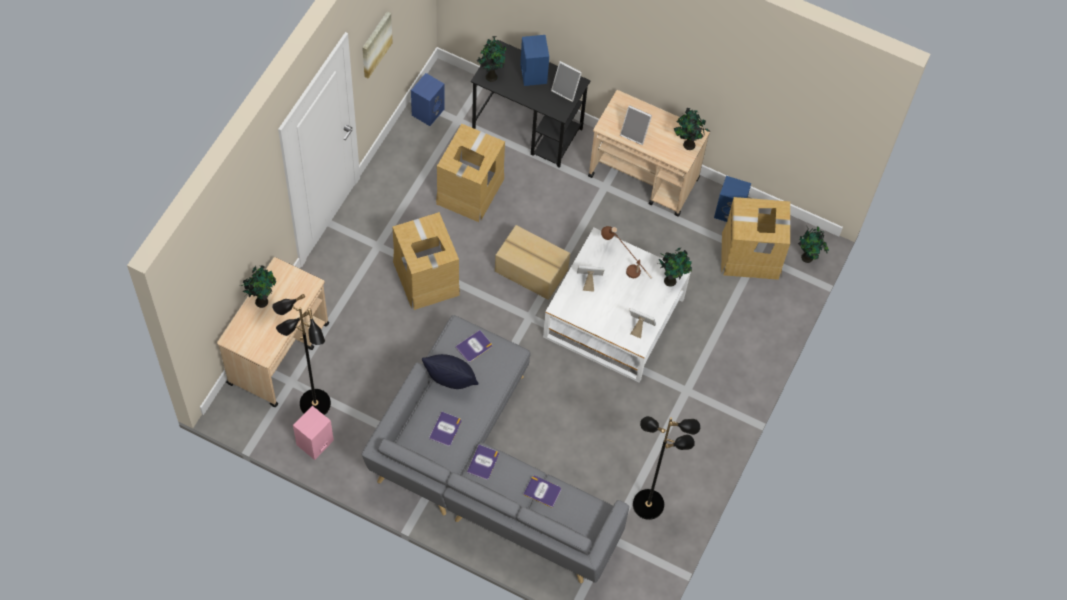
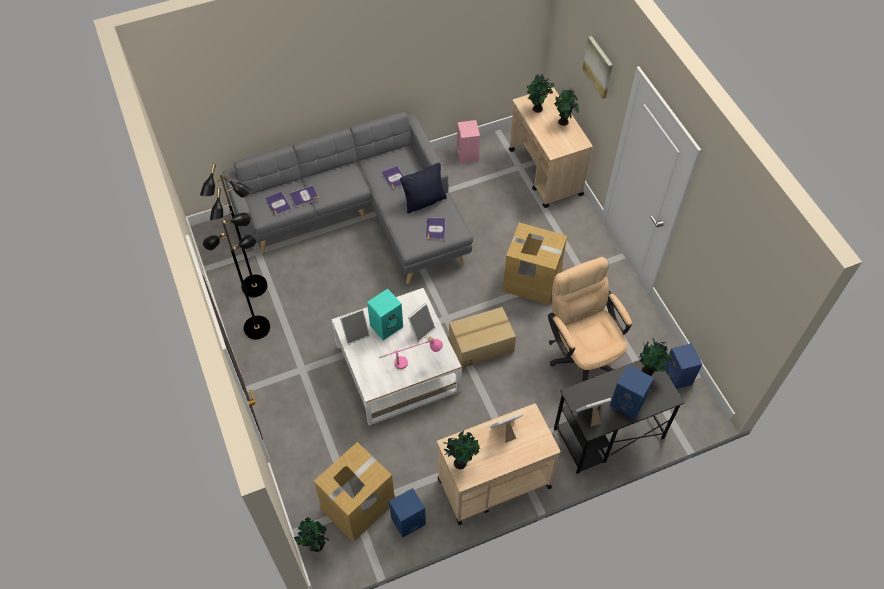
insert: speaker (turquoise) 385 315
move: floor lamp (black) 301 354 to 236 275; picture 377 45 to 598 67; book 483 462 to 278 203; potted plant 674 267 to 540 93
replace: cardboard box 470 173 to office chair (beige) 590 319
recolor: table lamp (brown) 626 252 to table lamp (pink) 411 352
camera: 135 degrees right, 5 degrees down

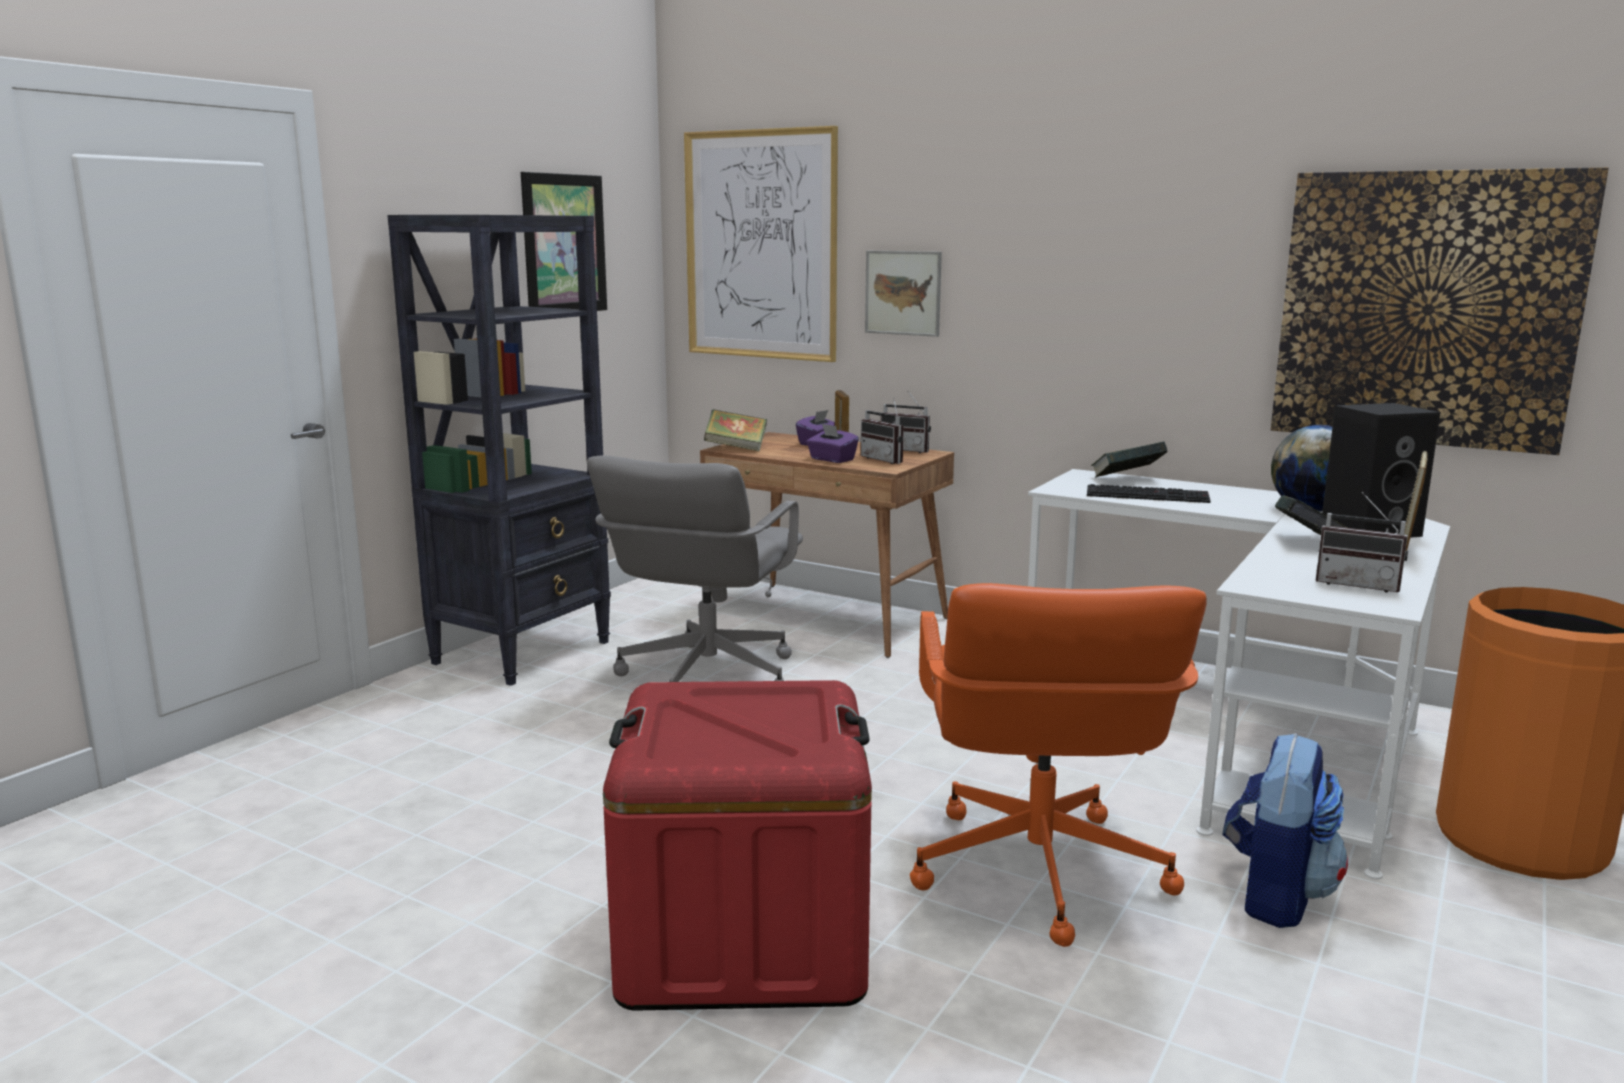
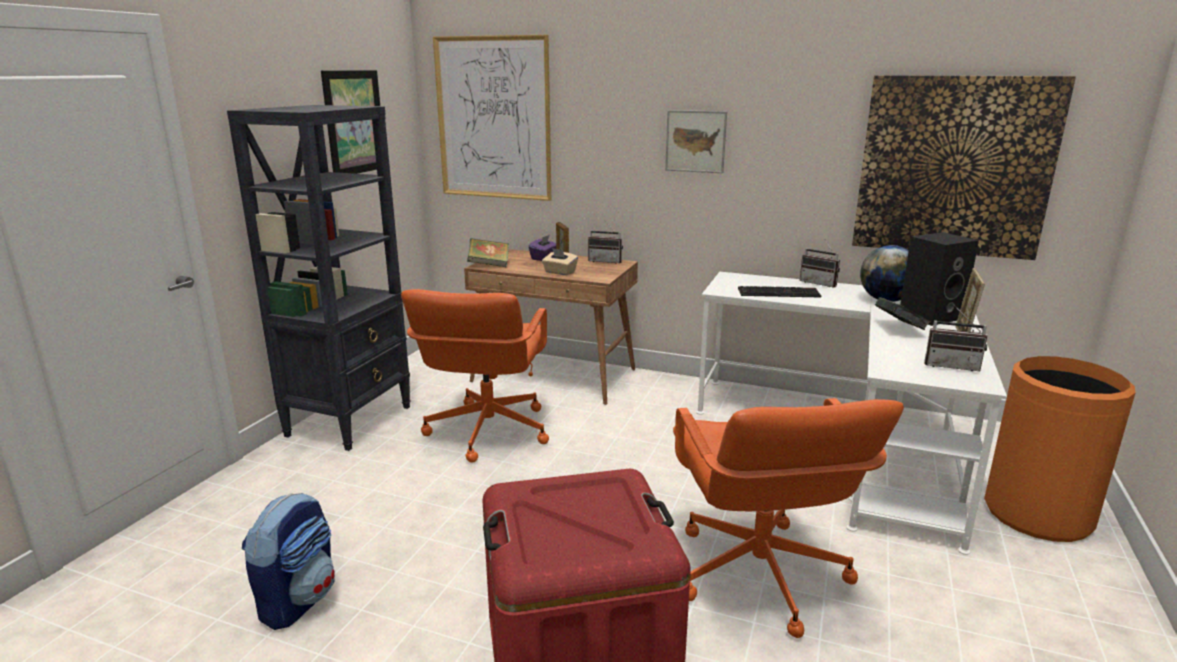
delete: book 1129 459
move: radio 882 431 to 820 263; picture 903 294 to 696 141; backpack 1285 830 to 288 561
recolor: office chair (grey) 695 568 to office chair (orange) 475 375; tissue box (purple) 832 443 to tissue box (beige) 560 262
camera: 10 degrees left, 5 degrees up

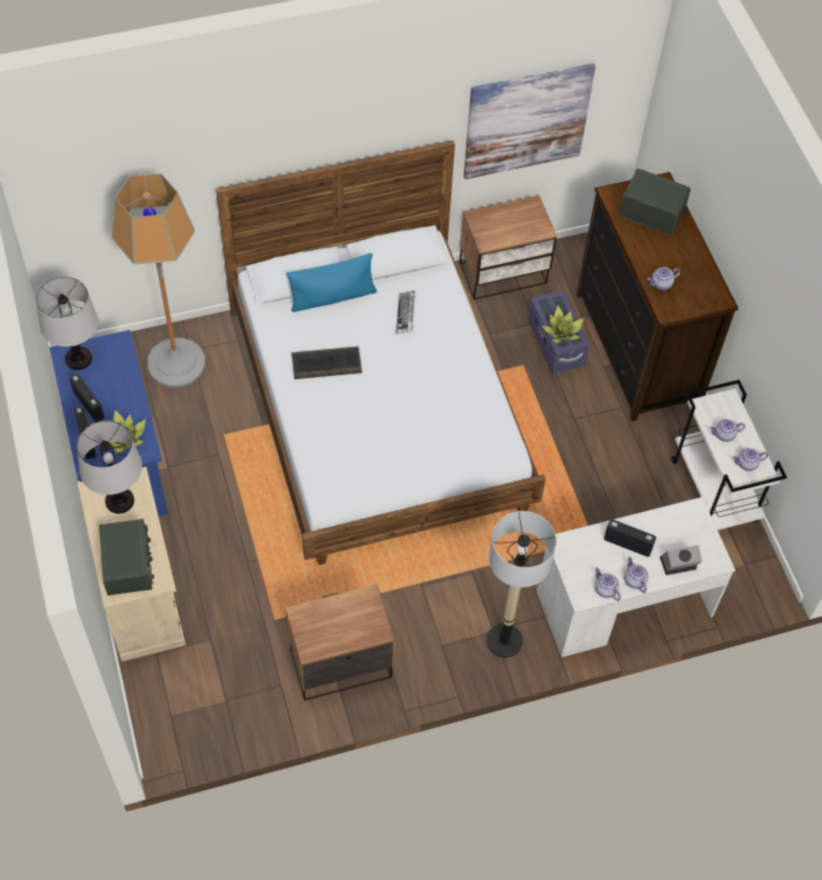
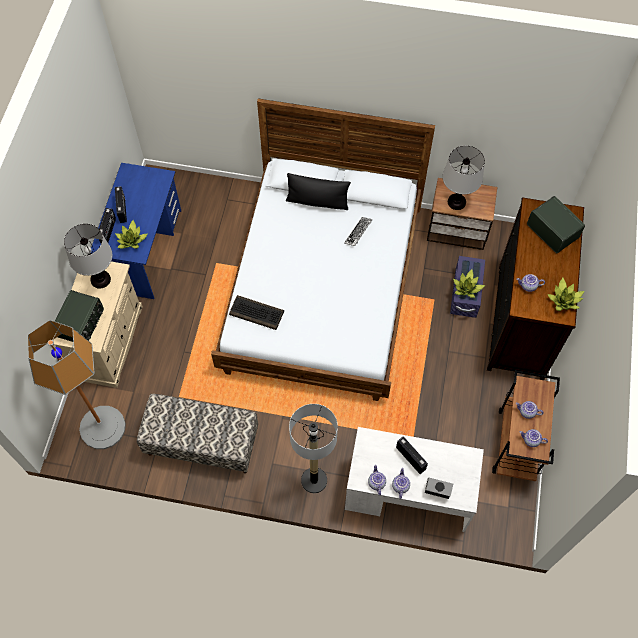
delete: picture 530 121
insert: potted plant 565 294
move: table lamp 67 323 to 464 178; floor lamp 158 280 to 76 384; keyboard 327 362 to 256 312
replace: nightstand 340 642 to bench 197 433
recolor: pillow (blue) 331 282 to pillow (black) 318 191; cart (white) 729 455 to cart (brown) 526 425
camera: 30 degrees right, 5 degrees up

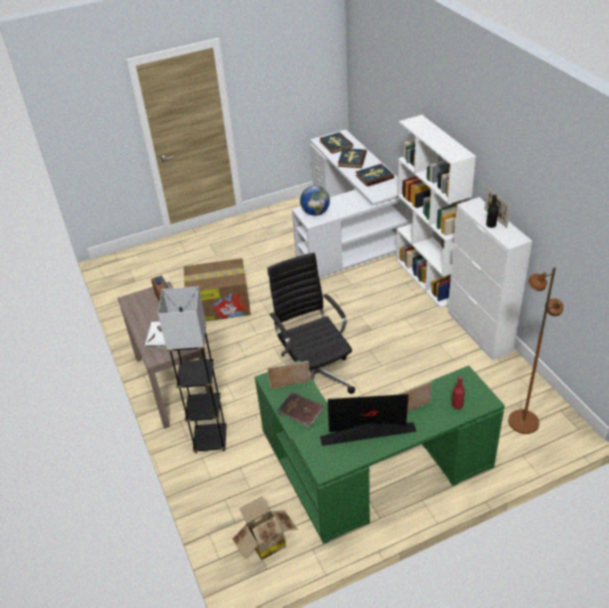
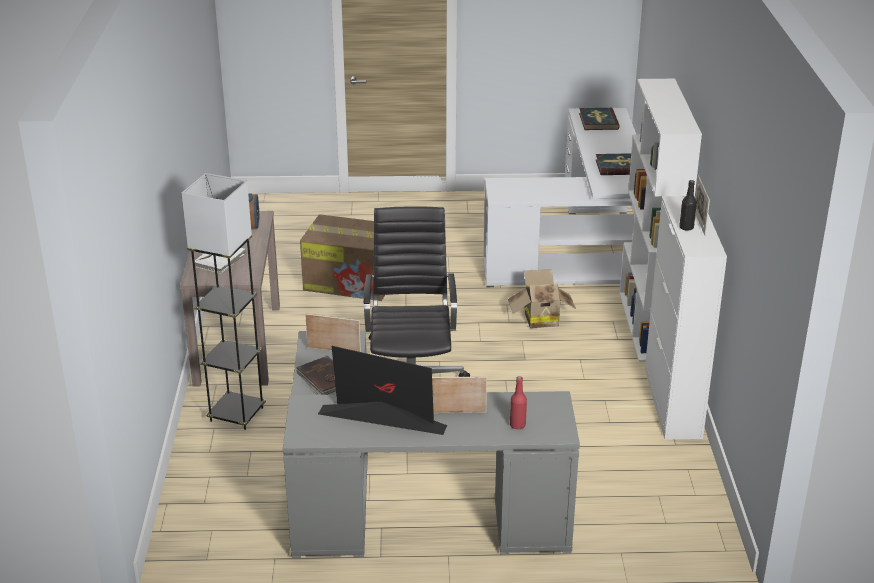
delete: globe 315 201; book 352 158; floor lamp (brown) 536 350
move: cardboard box 265 528 to 542 298
recolor: desk (green) 380 452 to desk (grey) 431 444
camera: 20 degrees right, 10 degrees down

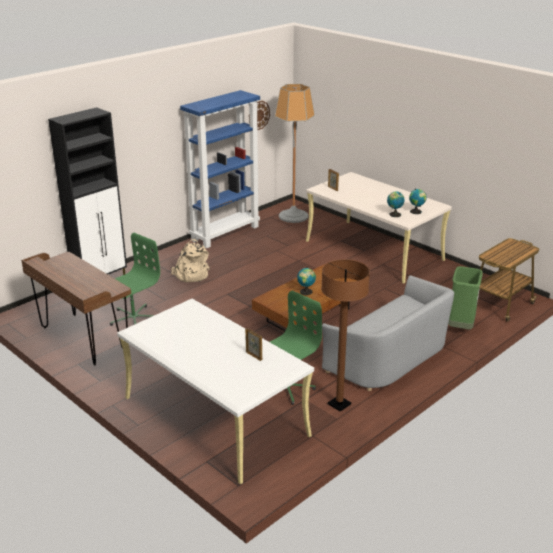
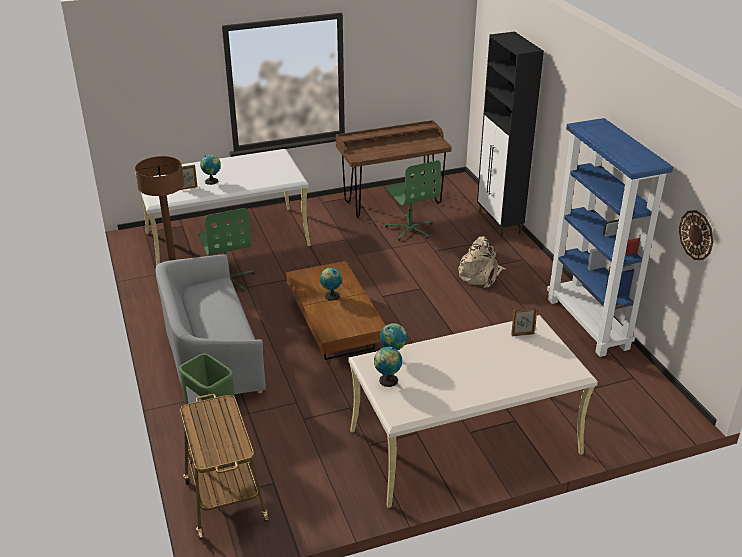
delete: floor lamp 295 153
insert: globe 210 170
camera: 115 degrees right, 5 degrees up

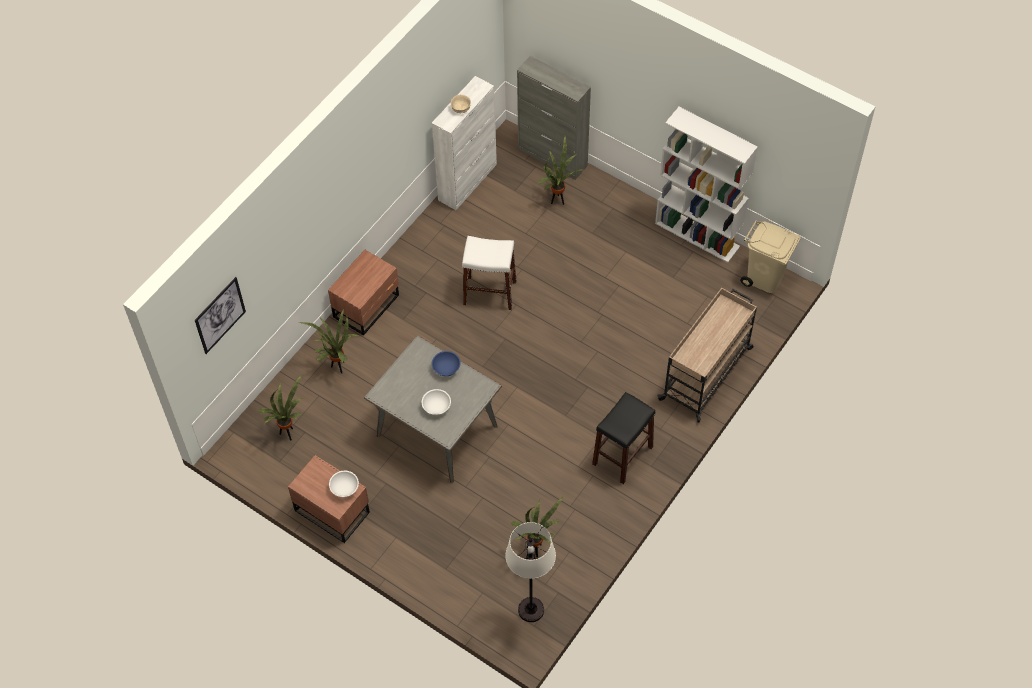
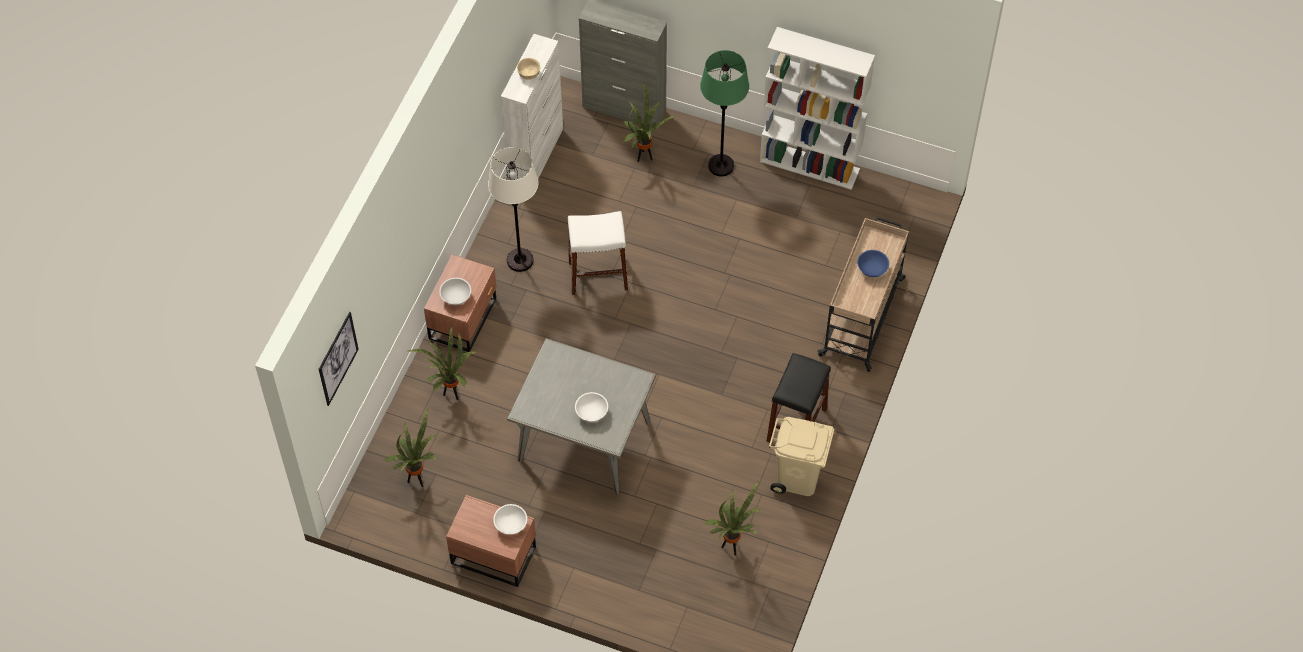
insert: bowl (white) 455 291; floor lamp (green) 724 113
move: bowl (blue) 446 363 to 873 263; floor lamp (white) 530 572 to 513 209; trash can (beige) 770 257 to 801 456
camera: 15 degrees left, 0 degrees up

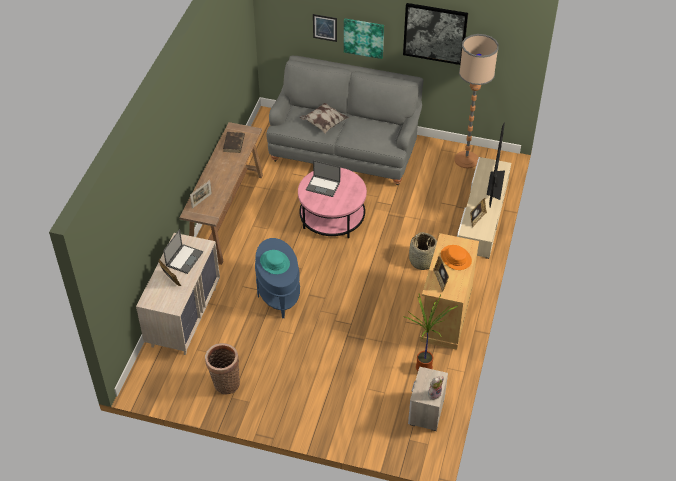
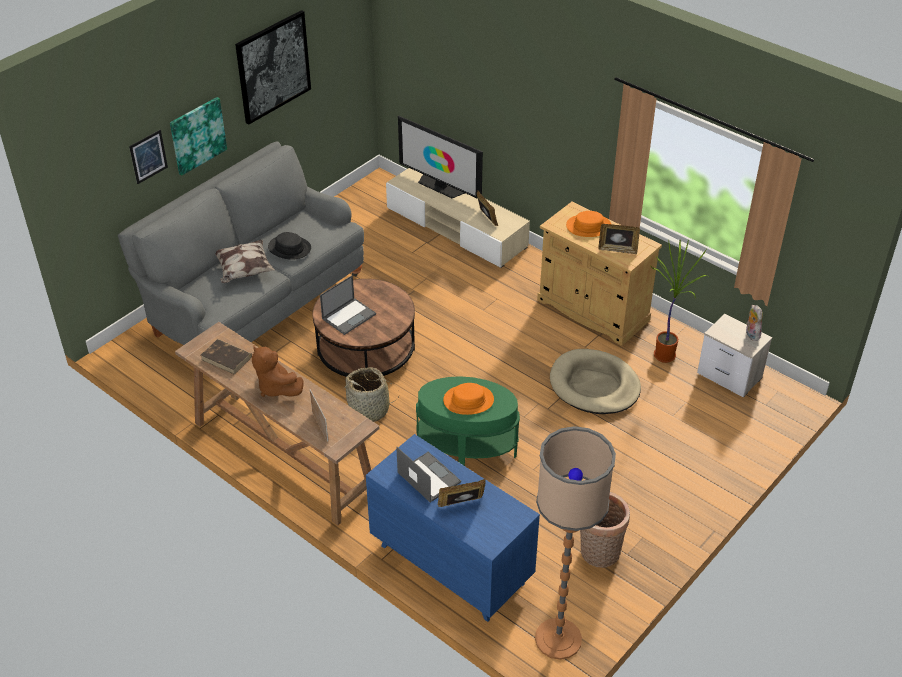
insert: plush toy (brown) 278 371; hat (black) 289 246; dog bed (beige) 595 381
move: basket 423 251 to 371 394; floor lamp 476 101 to 575 543
recolor: dresser (beige) 178 294 to dresser (blue) 453 528; side table (blue) 277 278 to side table (green) 468 421; hat (turquoise) 275 262 to hat (orange) 468 399; coffee table (pink) 332 203 to coffee table (brown) 363 328
camera: 65 degrees left, 5 degrees down

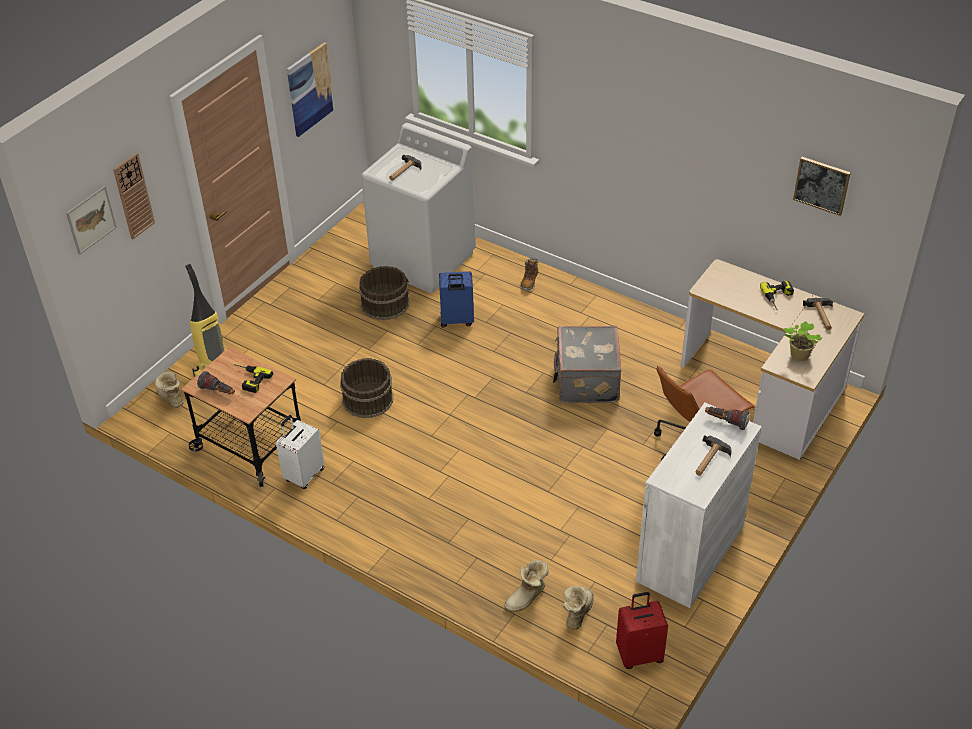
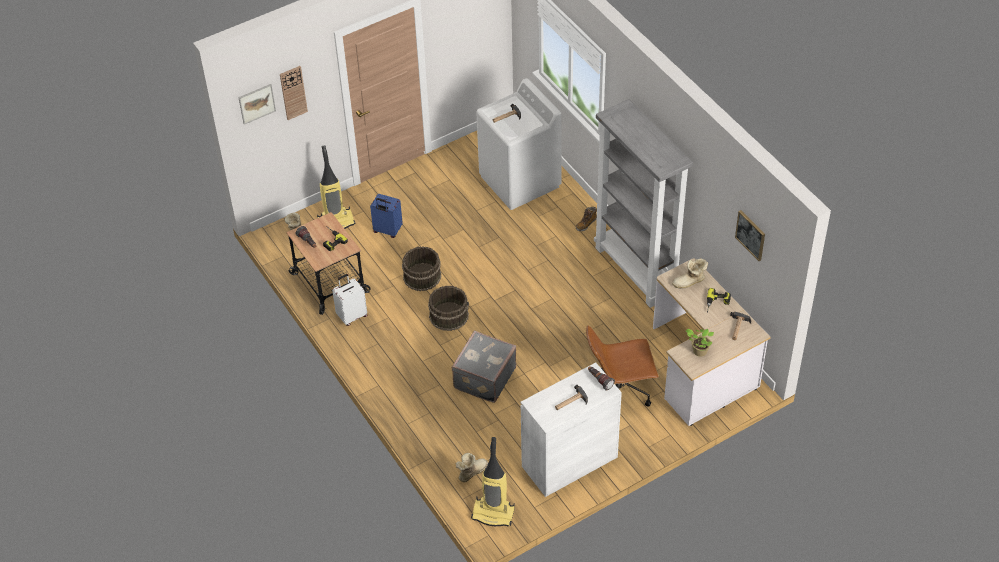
delete: picture 310 89
insert: bookcase (grey) 643 203
move: bucket (brown) 384 293 to 448 308; suitcase (blue) 456 299 to 386 216; boot 526 586 to 690 273; suitcase (grey) 587 364 to 484 367
replace: suitcase (red) 642 630 to vacuum cleaner 493 482
camera: 25 degrees right, 5 degrees up

